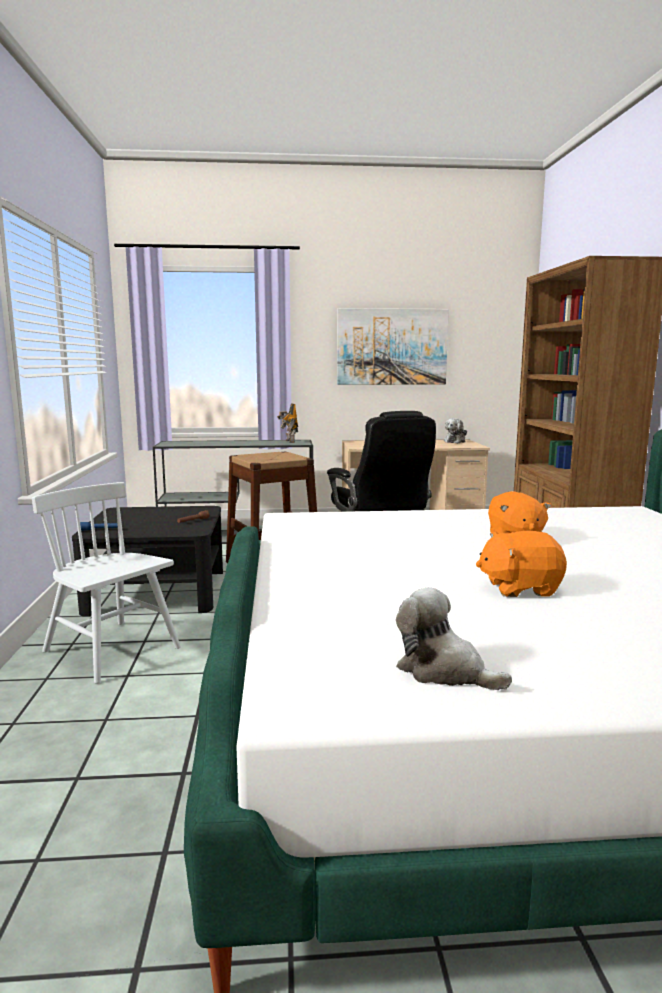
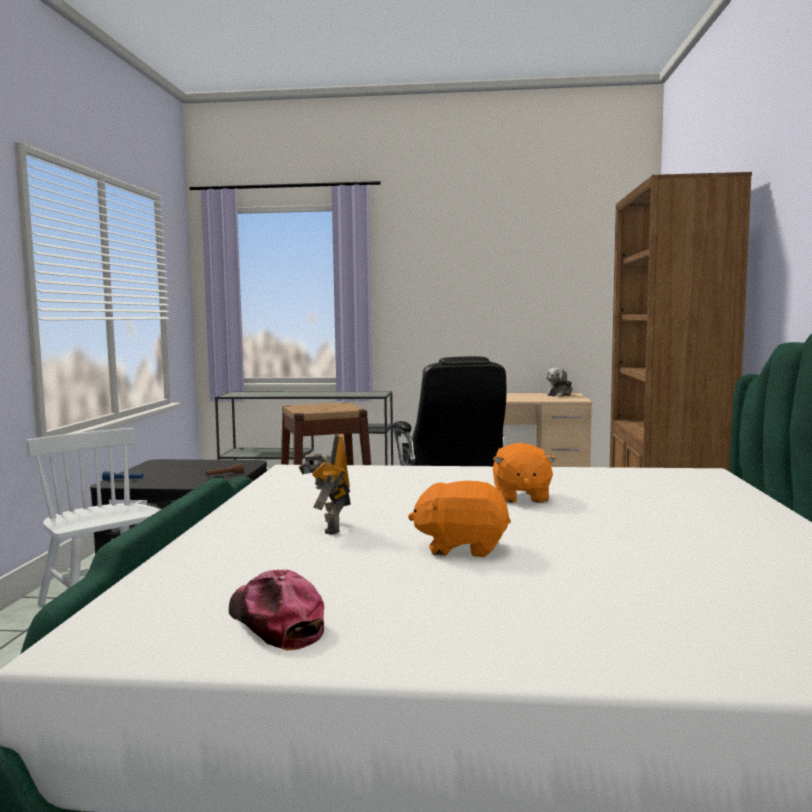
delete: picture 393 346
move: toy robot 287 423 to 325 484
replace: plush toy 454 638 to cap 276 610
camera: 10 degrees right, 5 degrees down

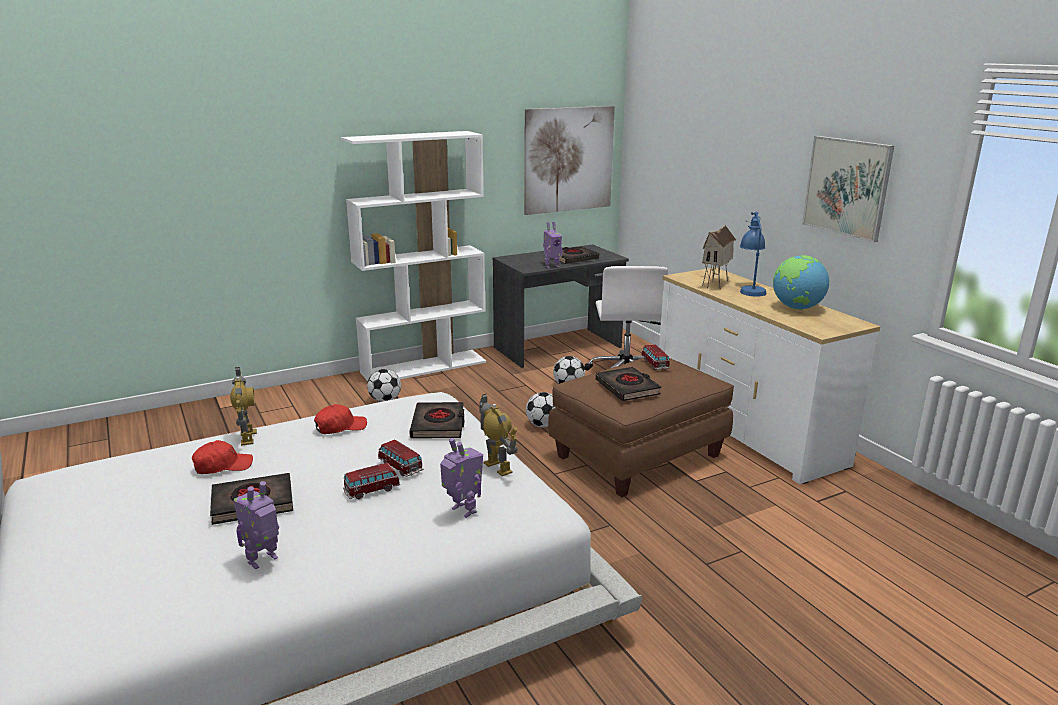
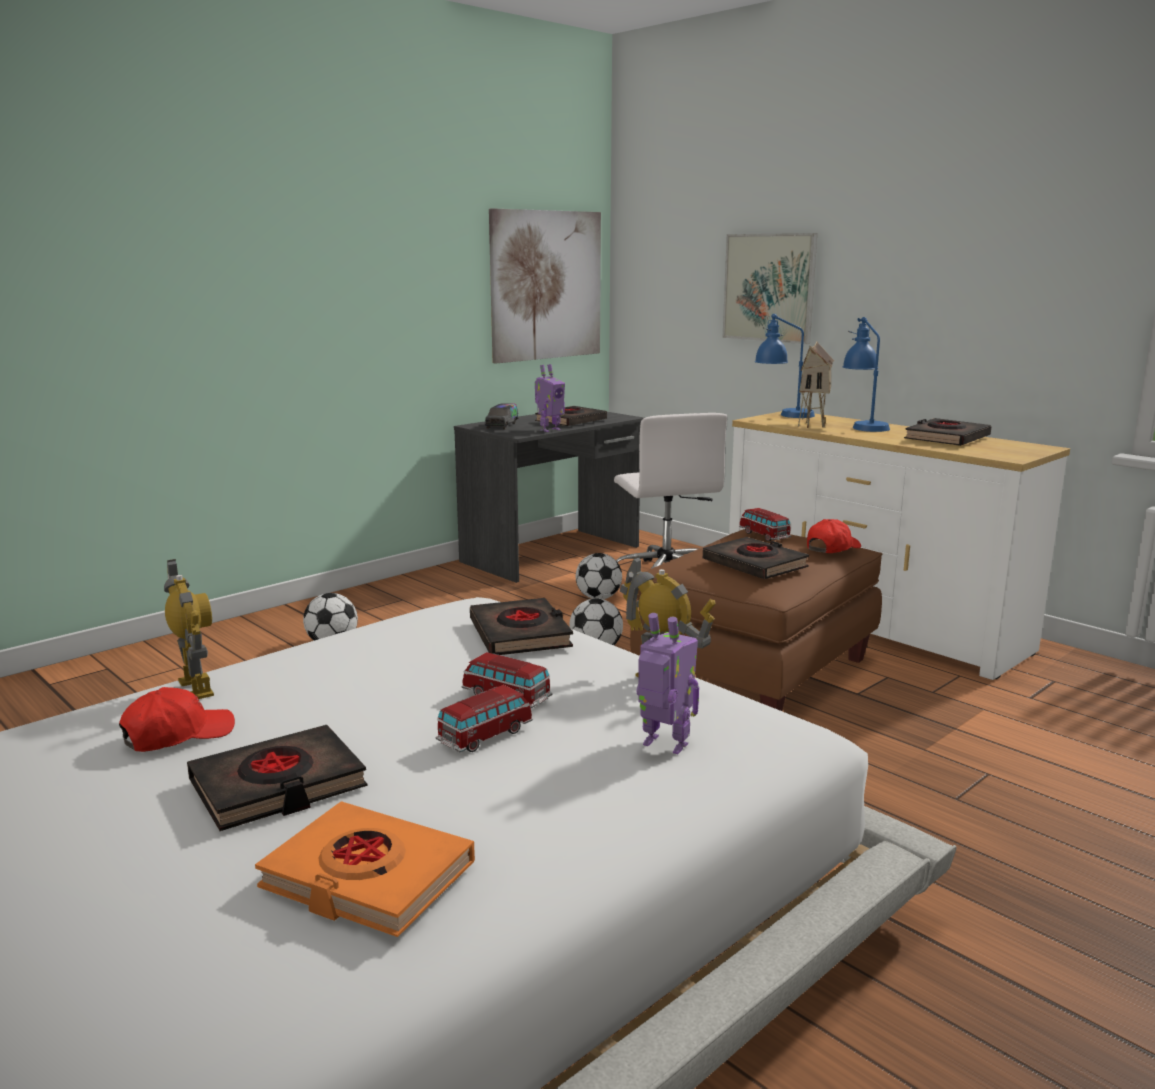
delete: bookcase (white) 413 256
insert: toy truck 501 416; table lamp (blue) 785 366
move: cap (red) 340 419 to 834 536; picture 848 189 to 769 288
replace: toy robot 256 525 to book (orange) 365 869; globe 801 282 to book (black) 948 432
camera: 15 degrees left, 5 degrees down

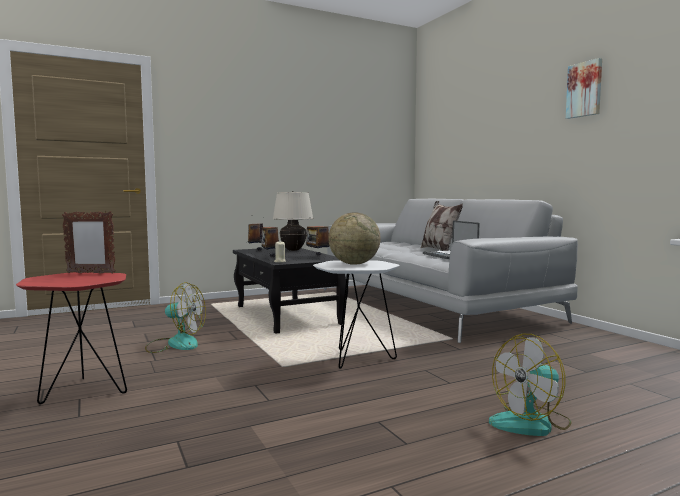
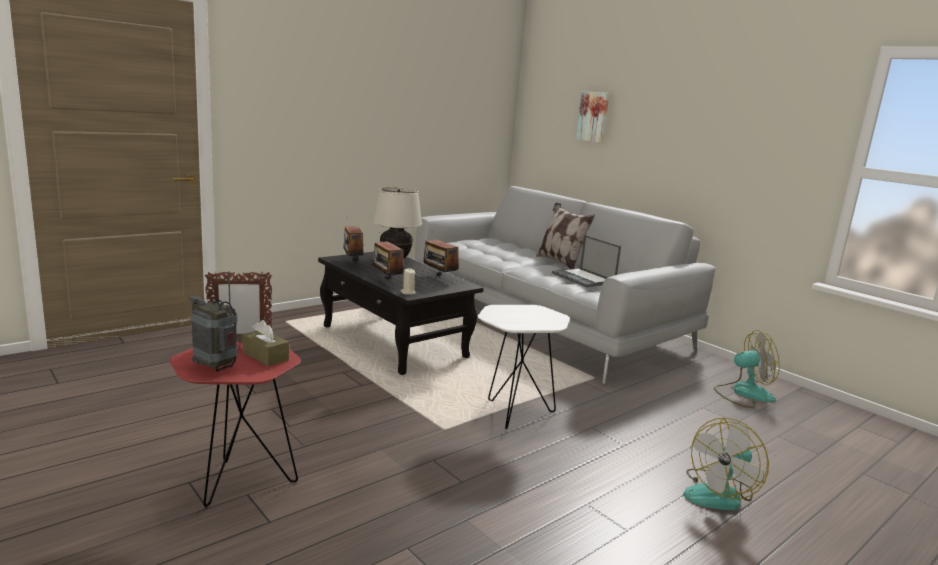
delete: globe 355 238
insert: radio 213 321; tissue box (brown) 265 343
move: fan 175 317 to 747 369; picture 584 88 to 593 117
camera: 15 degrees left, 10 degrees up

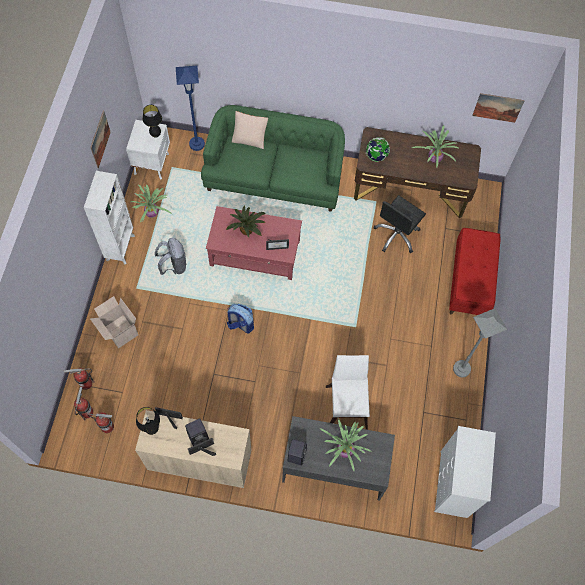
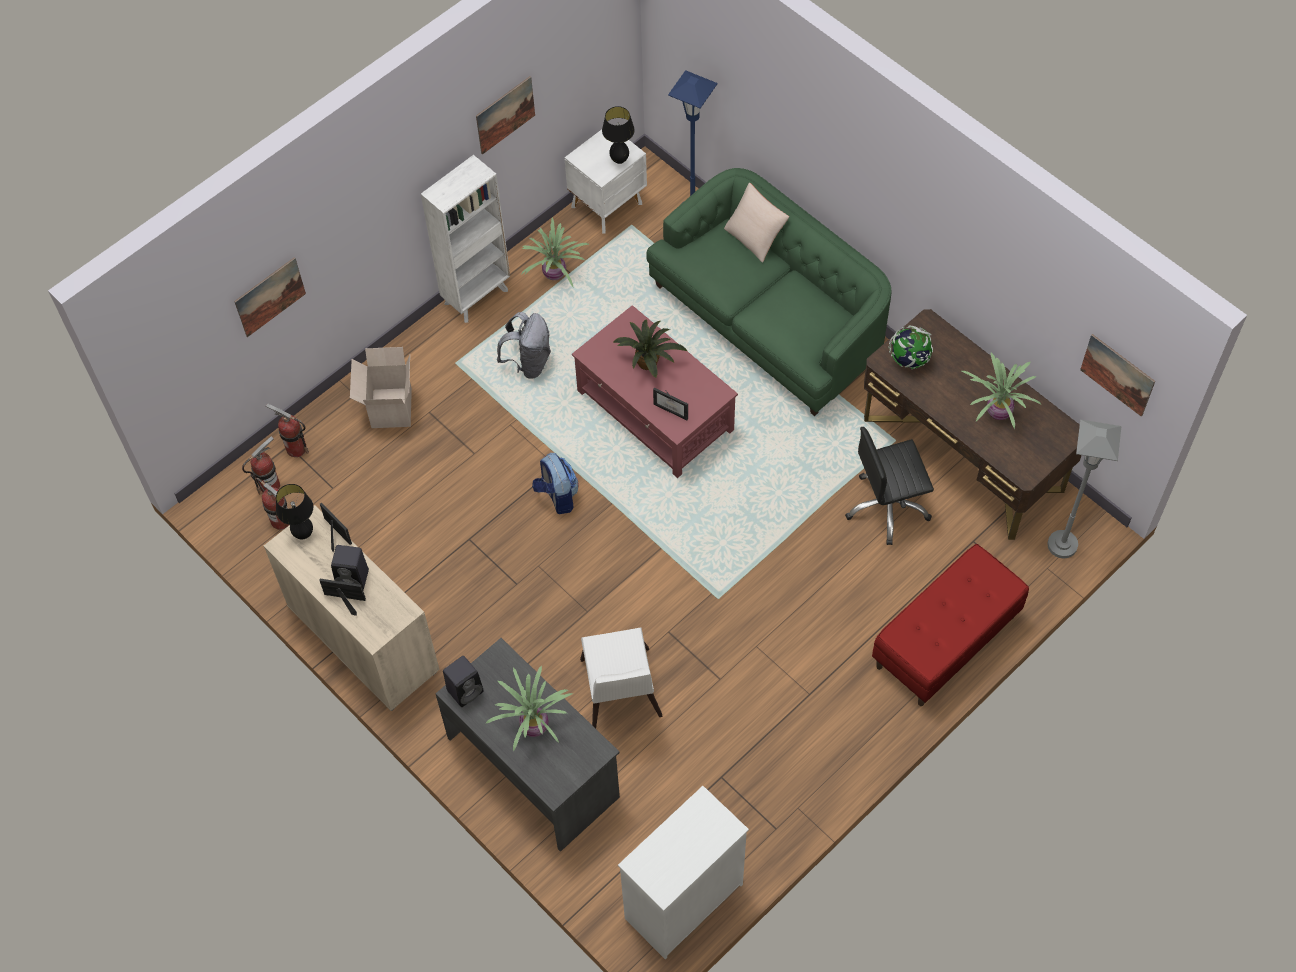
insert: picture 270 297
move: floor lamp (grey) 480 342 to 1084 488
rotate: chair (white) 348 392 = 621 678 135 degrees clockwise
camera: 40 degrees right, 5 degrees down

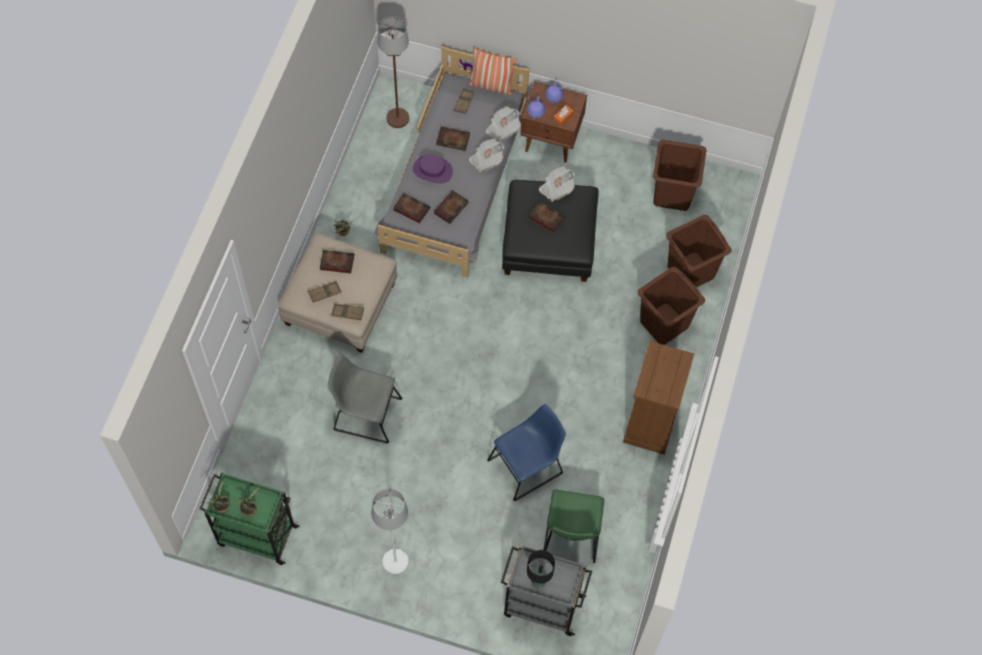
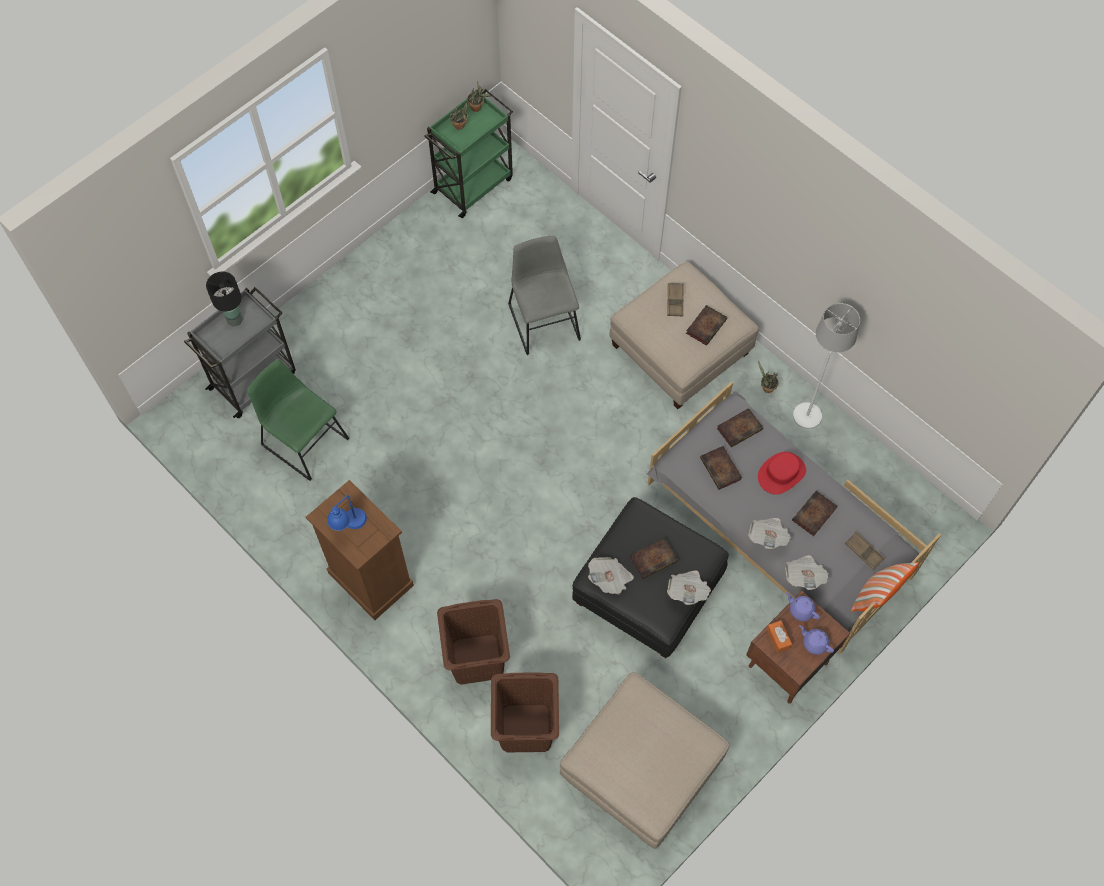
delete: tray (brown) 347 311; floor lamp (brown) 393 72; chair (blue) 526 452
insert: table lamp (blue) 347 513; newspaper 611 575
move: floor lamp (white) 390 531 to 826 366
replace: laundry basket (brown) 680 175 to ottoman (beige) 645 760
recolor: hat (purple) 433 169 to hat (red) 782 473
rotate: chair (grey) 365 399 = 544 295 60 degrees counterclockwise
camera: 120 degrees right, 0 degrees up

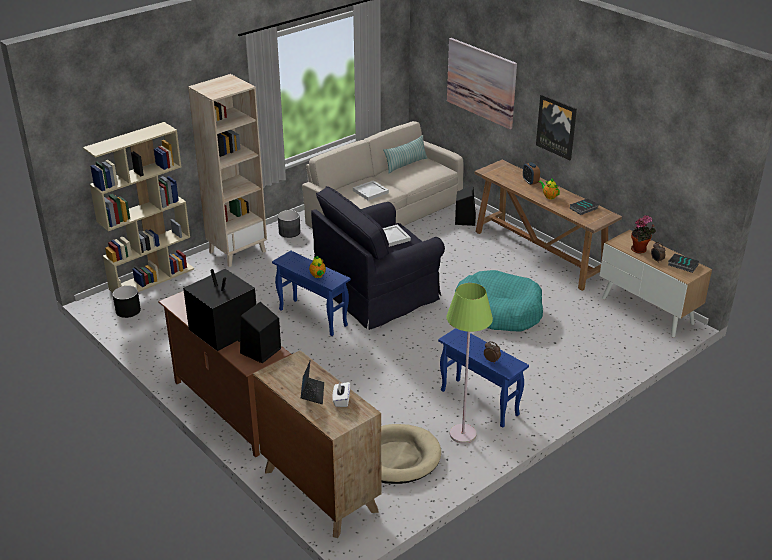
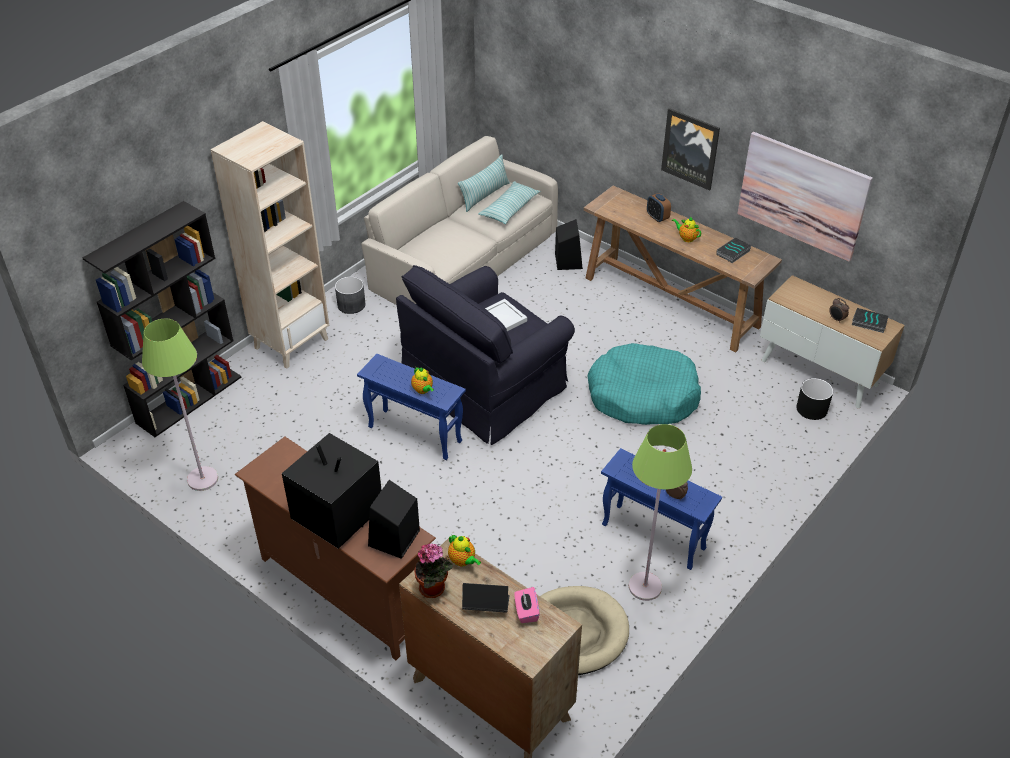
delete: tray (white) 371 190
insert: floor lamp (green) 180 405; teapot 464 550; pillow 509 202
move: planter (black) 126 302 to 814 399; picture 482 83 to 805 196; potted plant 643 234 to 433 571
recolor: bookcase (beige) 138 207 to bookcase (black) 162 319; tissue box (white) 341 394 to tissue box (pink) 527 605
rotate: laptop 312 382 = 486 598 75 degrees counterclockwise
camera: 10 degrees left, 10 degrees up

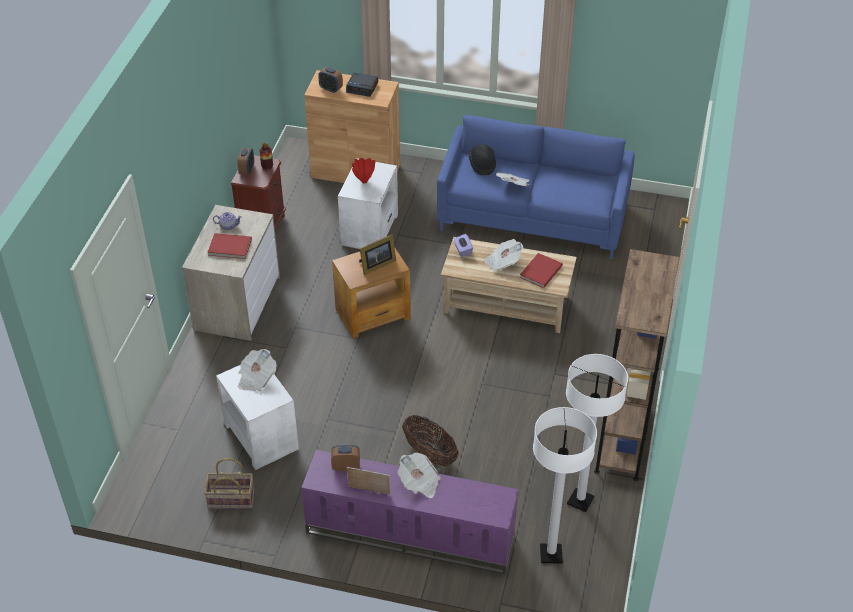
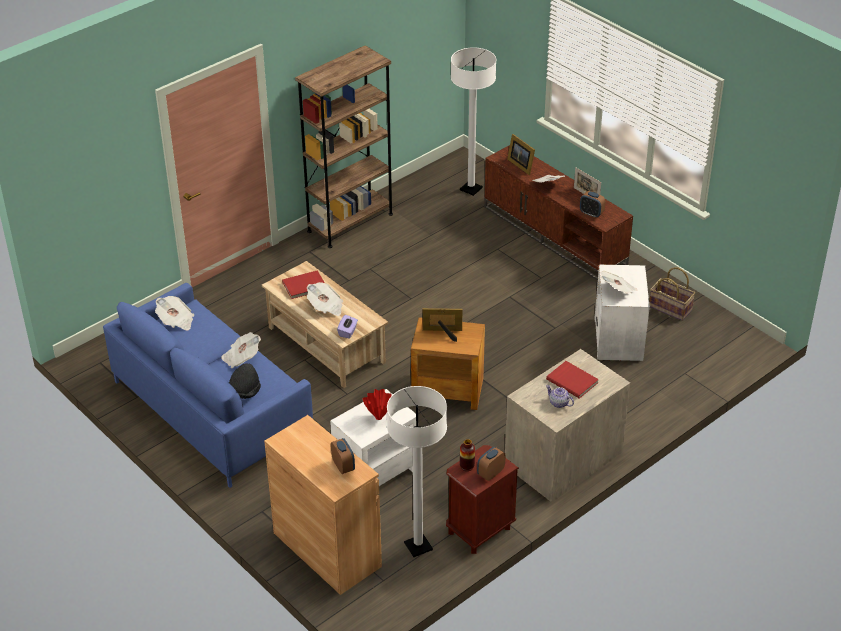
delete: alarm clock 362 85; basket 430 440
insert: newspaper 174 313; picture frame 521 154
move: floor lamp (white) 597 433 to 417 471
recolor: tv stand (purple) 409 512 to tv stand (brown) 558 212
camera: 145 degrees left, 5 degrees down

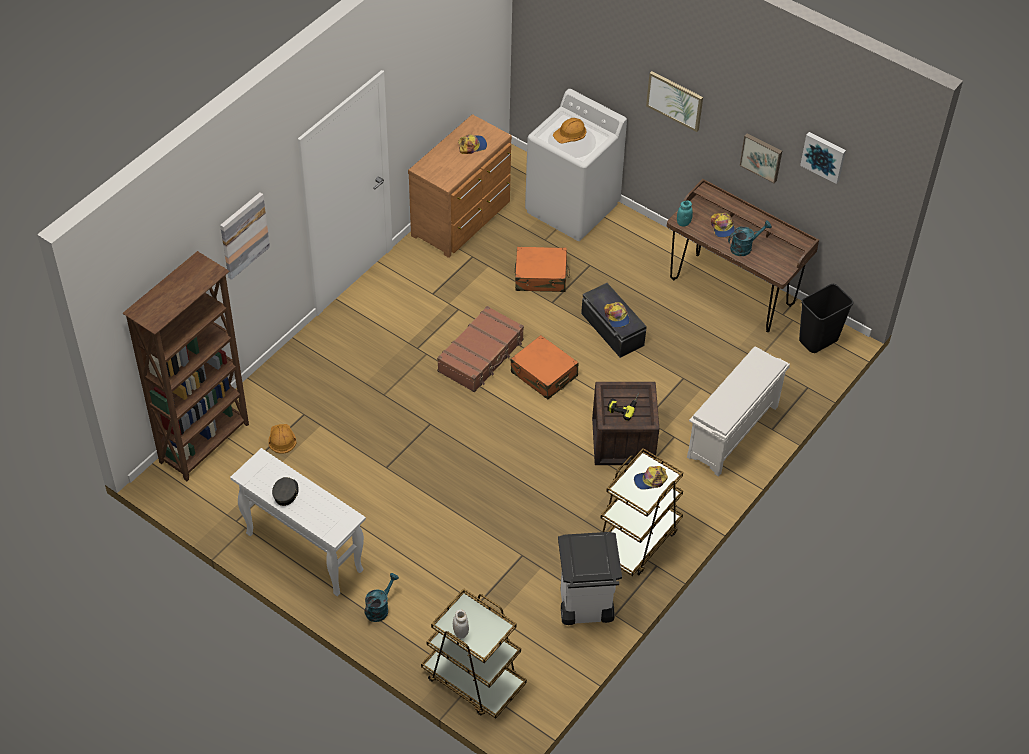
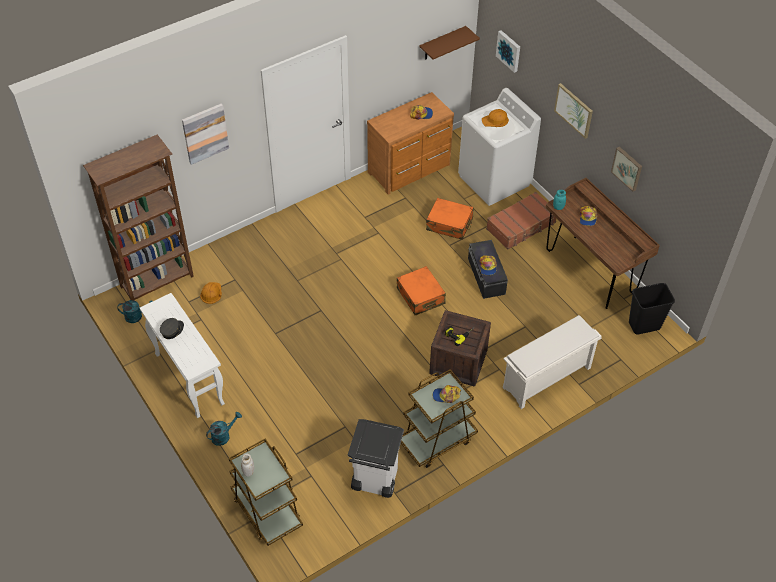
insert: shelf (brown) 449 43
move: suitcase (brown) 480 349 to 521 221; watering can (turquoise) 750 238 to 135 311; picture 823 158 to 508 51
camera: 20 degrees right, 0 degrees up

